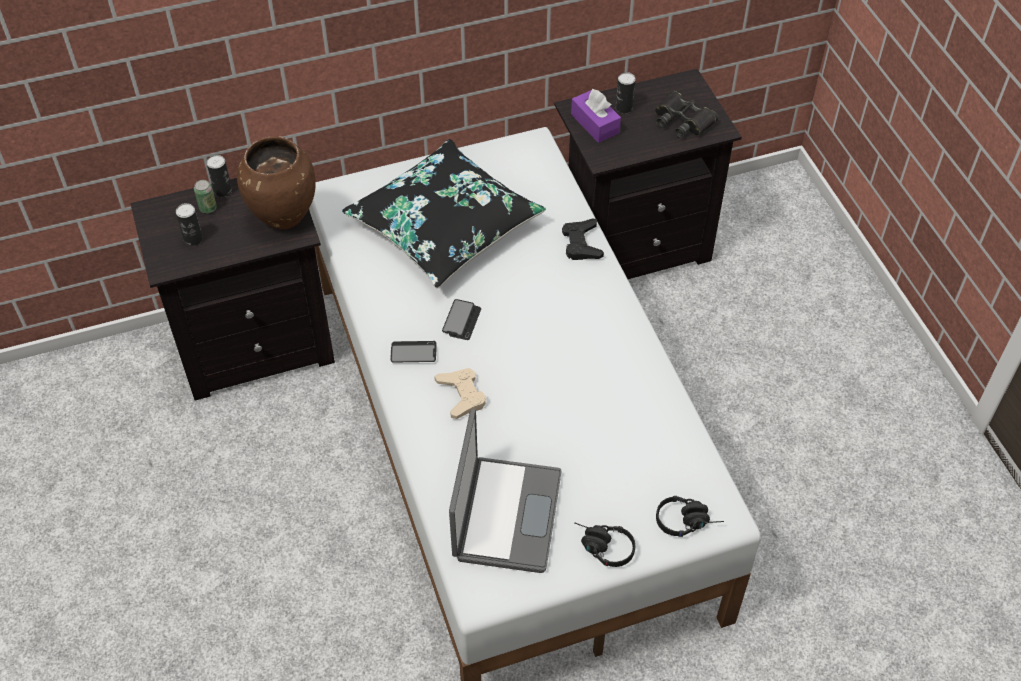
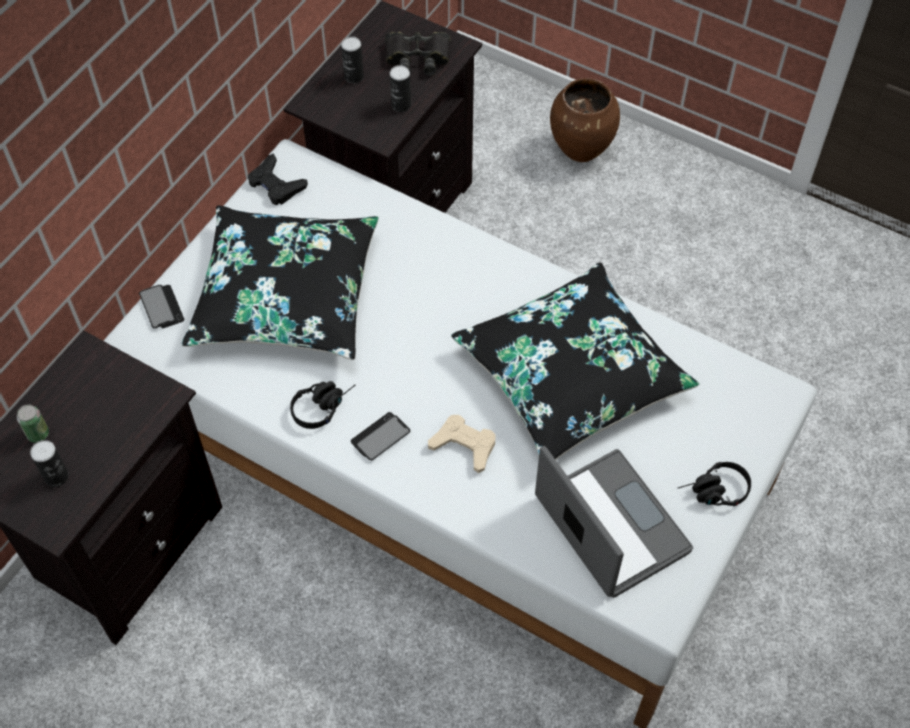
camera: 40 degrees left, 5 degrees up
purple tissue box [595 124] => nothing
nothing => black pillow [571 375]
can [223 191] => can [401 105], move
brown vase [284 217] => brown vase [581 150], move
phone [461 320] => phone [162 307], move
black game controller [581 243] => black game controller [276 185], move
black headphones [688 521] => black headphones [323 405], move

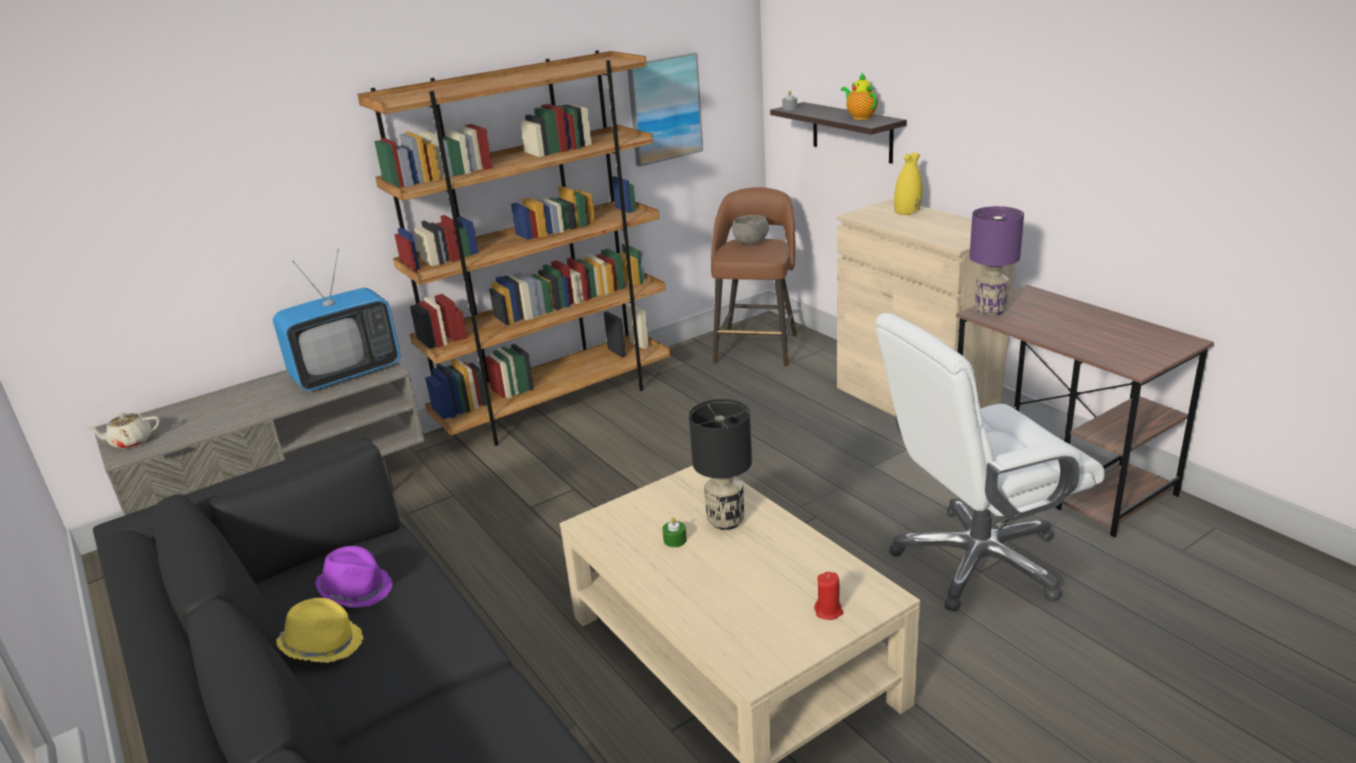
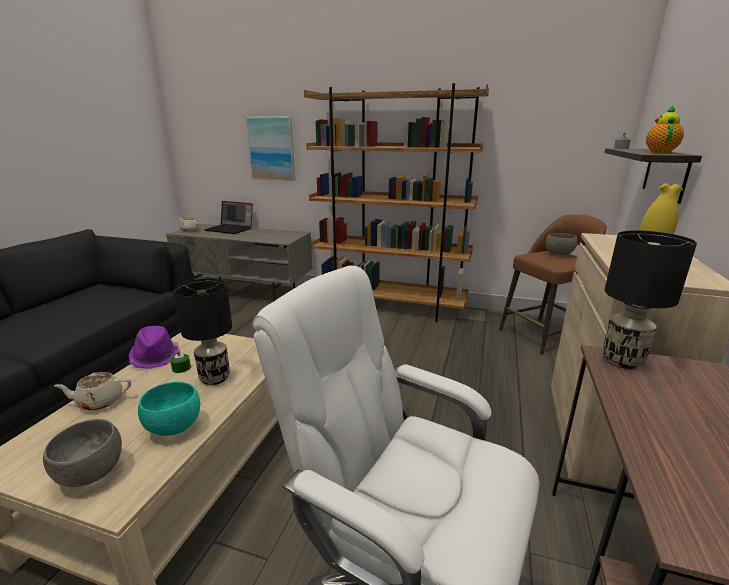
camera: 50 degrees right, 5 degrees down
television [346 373] => nothing
yellow hat [323 645] => nothing
nothing => beige teapot [99 401]
nothing => turquoise bowl [175 427]
nothing => laptop [230 229]
purple hat [356 590] => purple hat [155 356], move
picture [664 109] => picture [271 148], move
red candle [829 611] => grey bowl [90 473]
purple table lamp [989 311] => black table lamp [621 360]

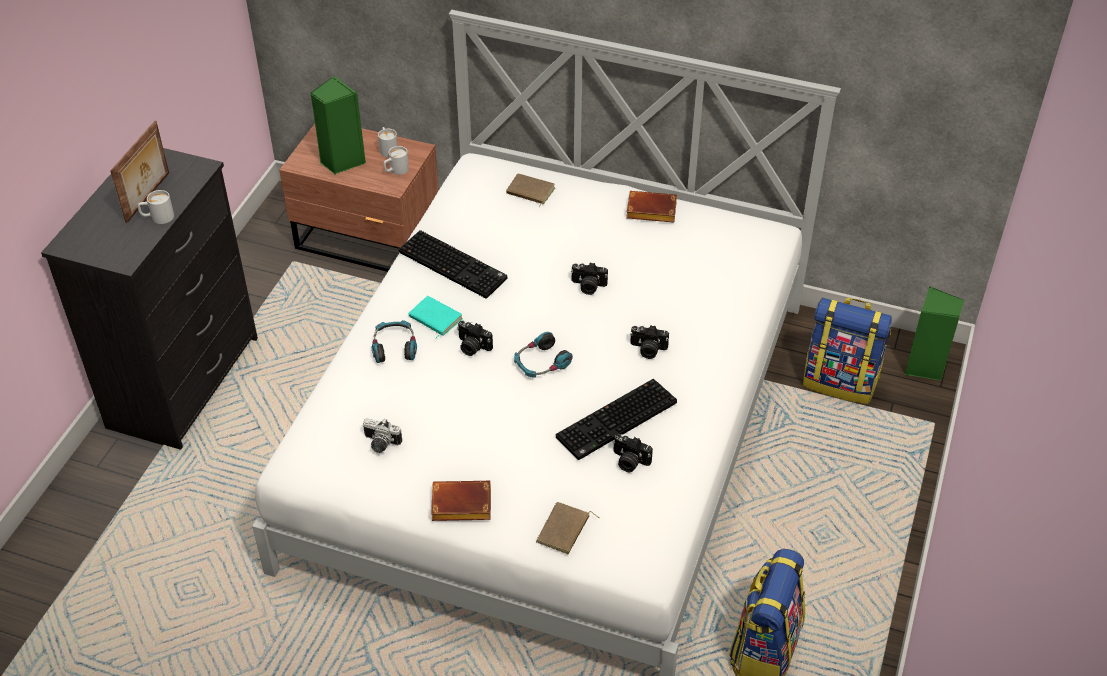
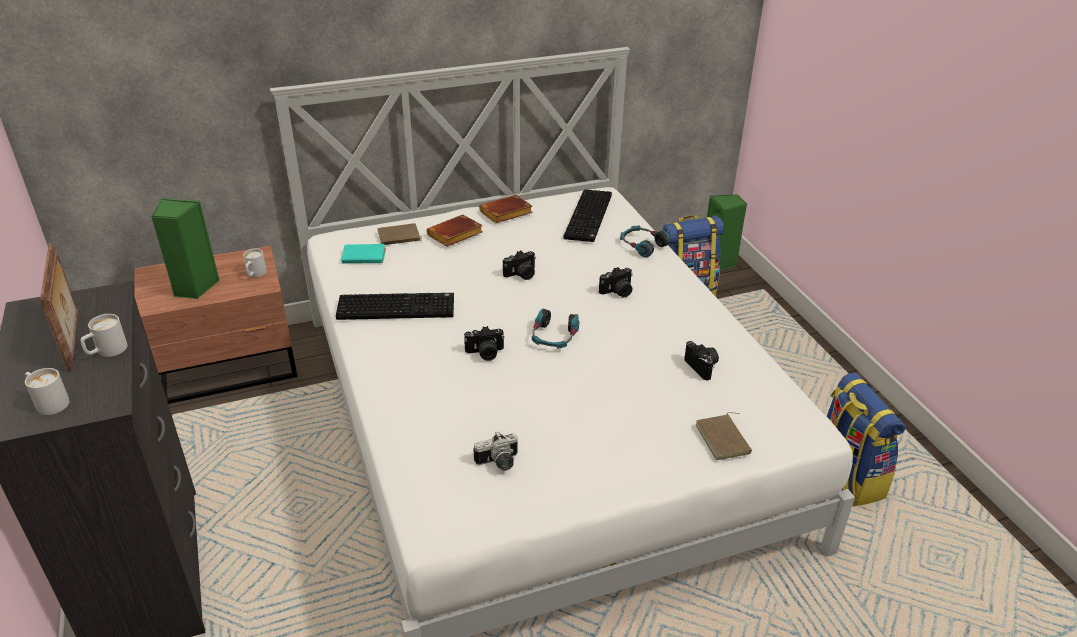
camera: 40 degrees left, 10 degrees down
headphones [394 347] => headphones [642 245], move
white mug [387 148] => white mug [48 402], move
turquoise book [434 319] => turquoise book [363 257], move
brown book [459 506] => brown book [454 236], move
keyboard [617 422] => keyboard [590 217], move
photo camera [629 461] => photo camera [702 367], 105 degrees counterclockwise

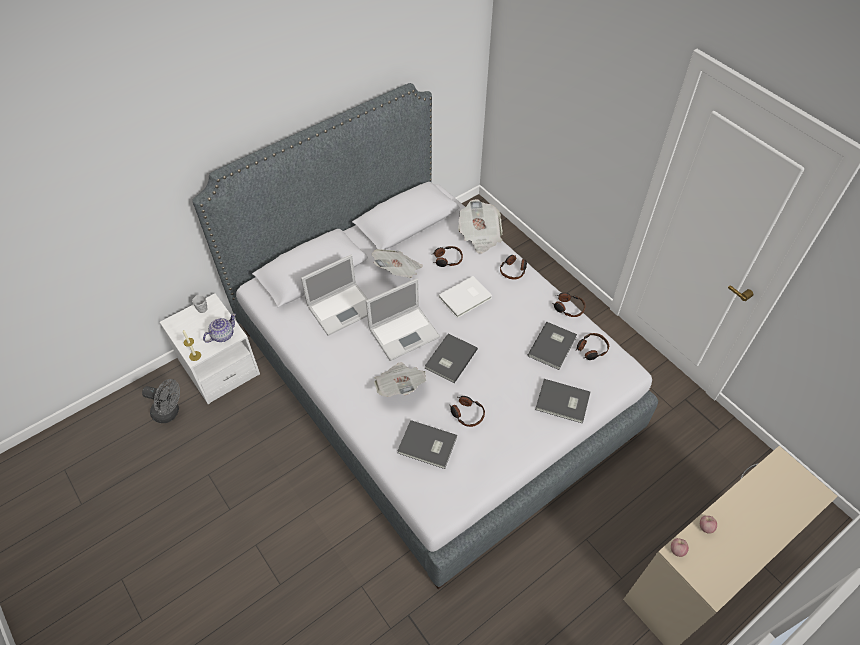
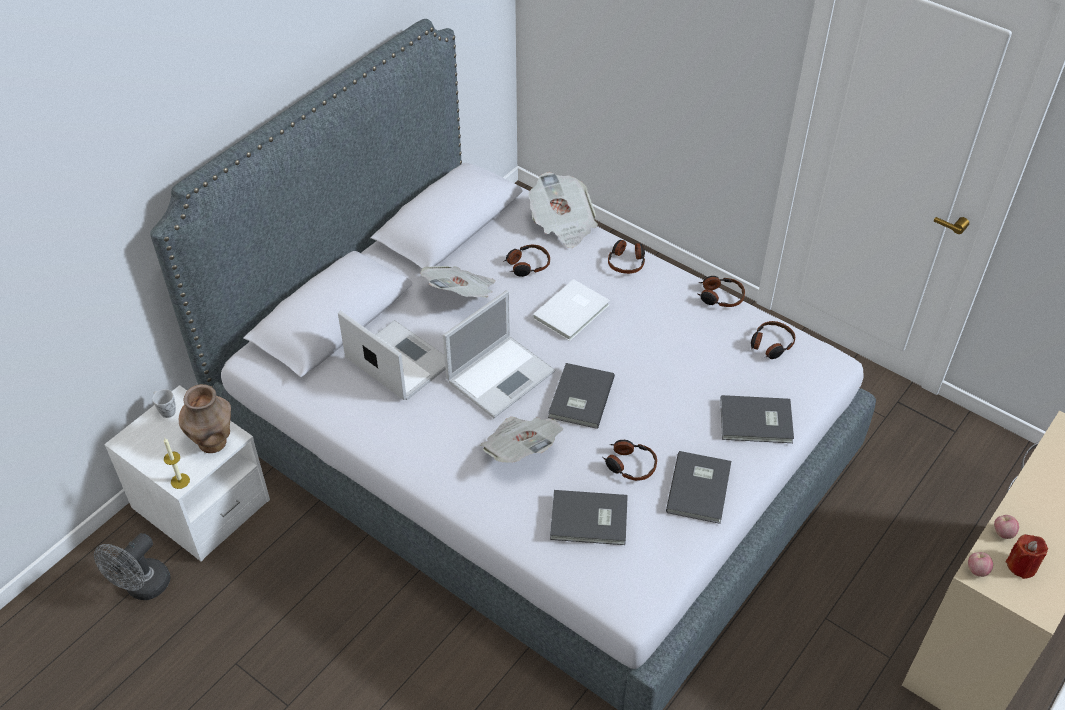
camera: 15 degrees left, 5 degrees down
nothing => red candle [1021 565]
grey book [553 346] => grey book [701 488], move
teapot [222 335] => brown vase [213 443]
grey fan [170 412] => grey fan [143 588], 120 degrees clockwise
laptop [342 308] => laptop [397 361], 90 degrees counterclockwise

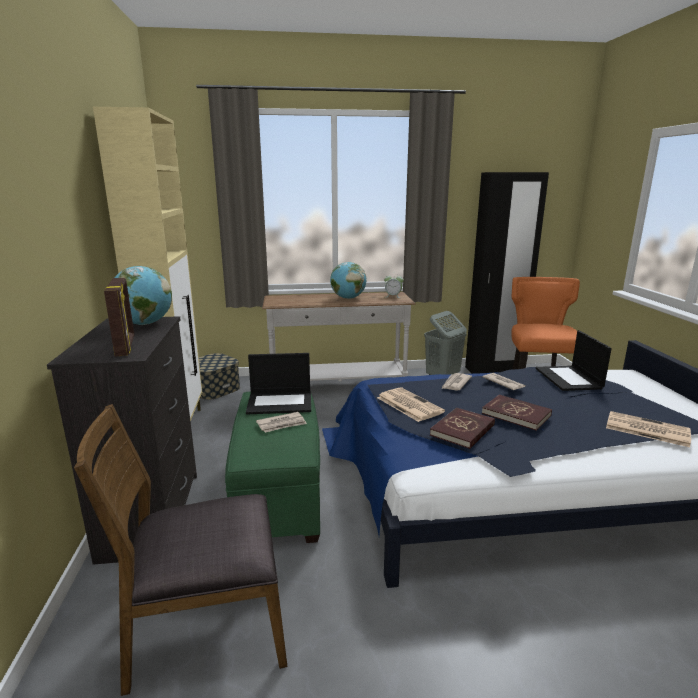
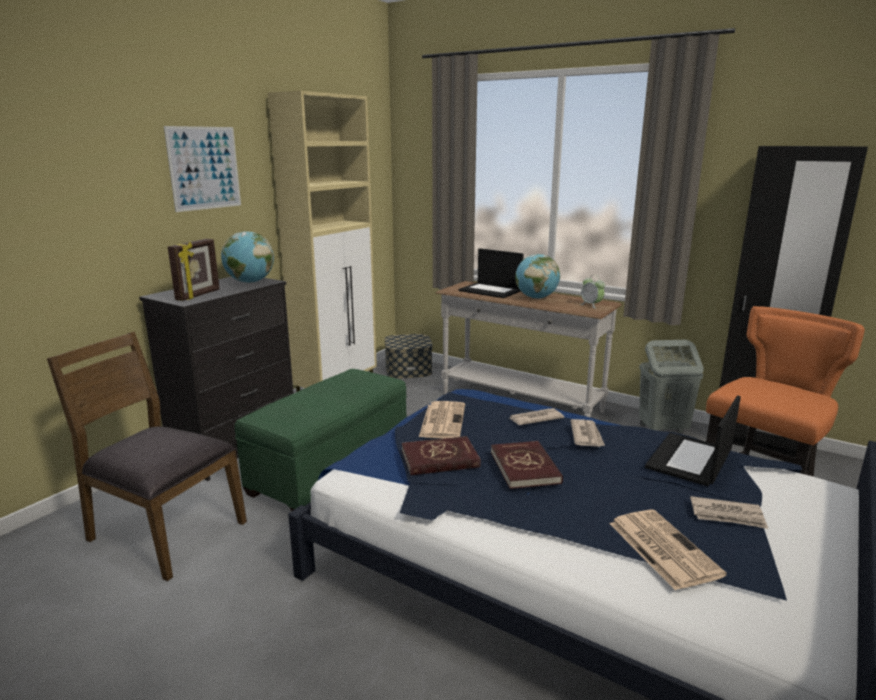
camera: 40 degrees right, 0 degrees up
nothing => picture [204 168]
laptop [280 402] => laptop [491 290], move
newspaper [282 424] => newspaper [727 515], move

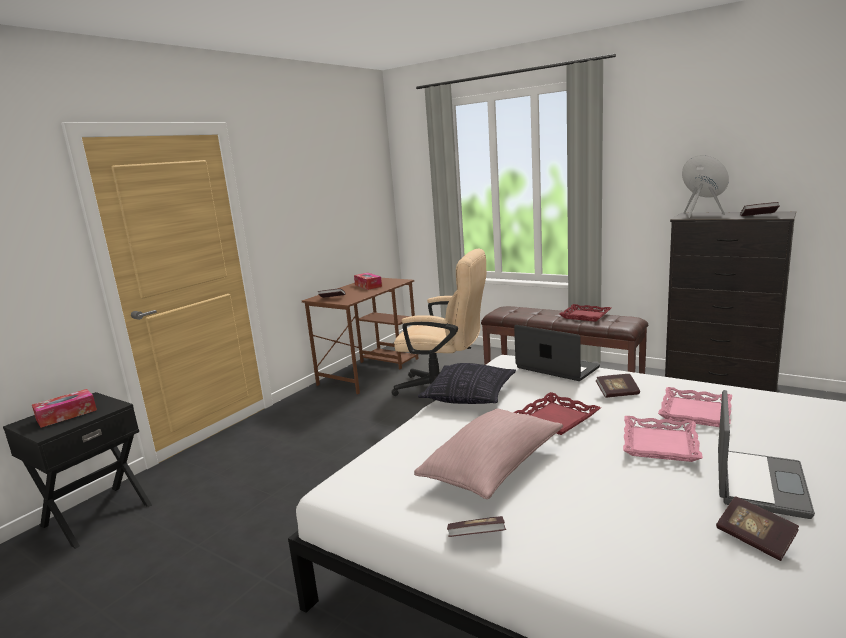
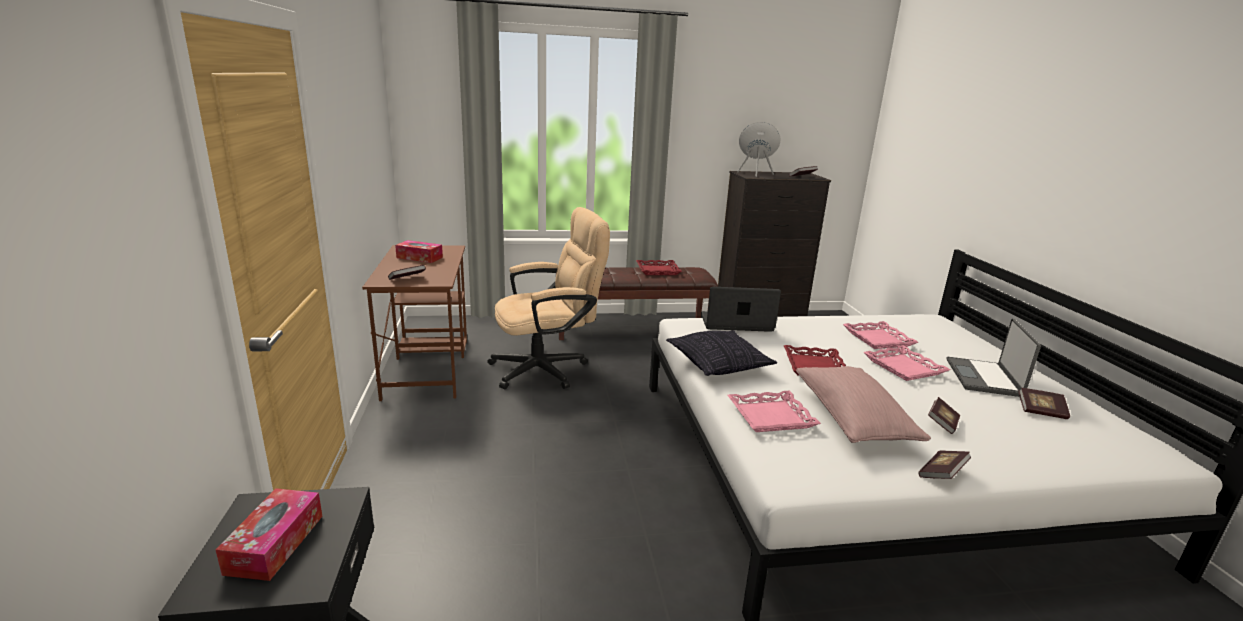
camera: 45 degrees left, 5 degrees up
nothing => pink tray [770 416]
book [617 393] => book [942 423], move
laptop [758 483] => laptop [984 378], 150 degrees counterclockwise

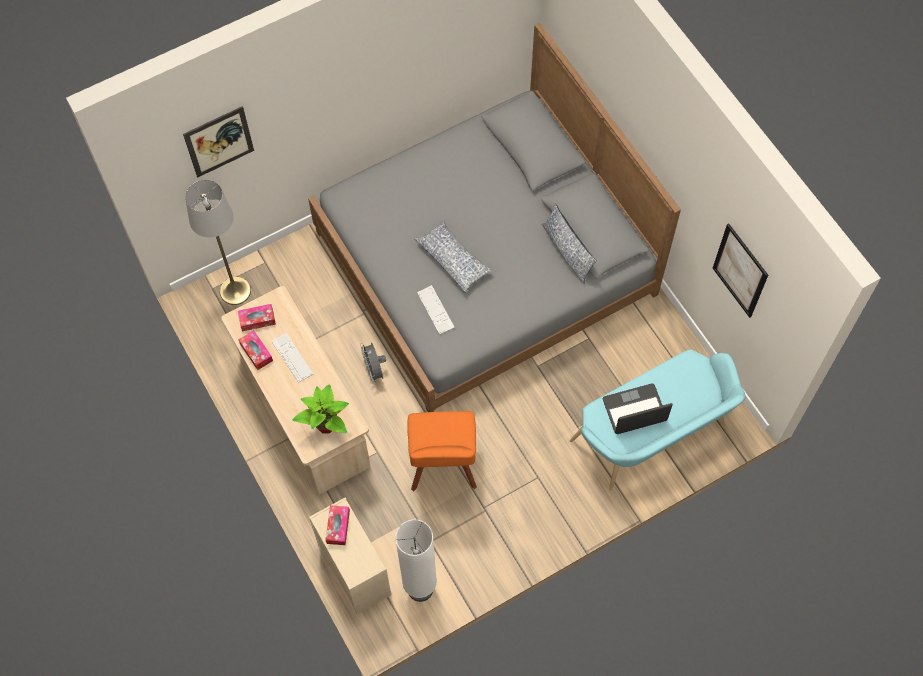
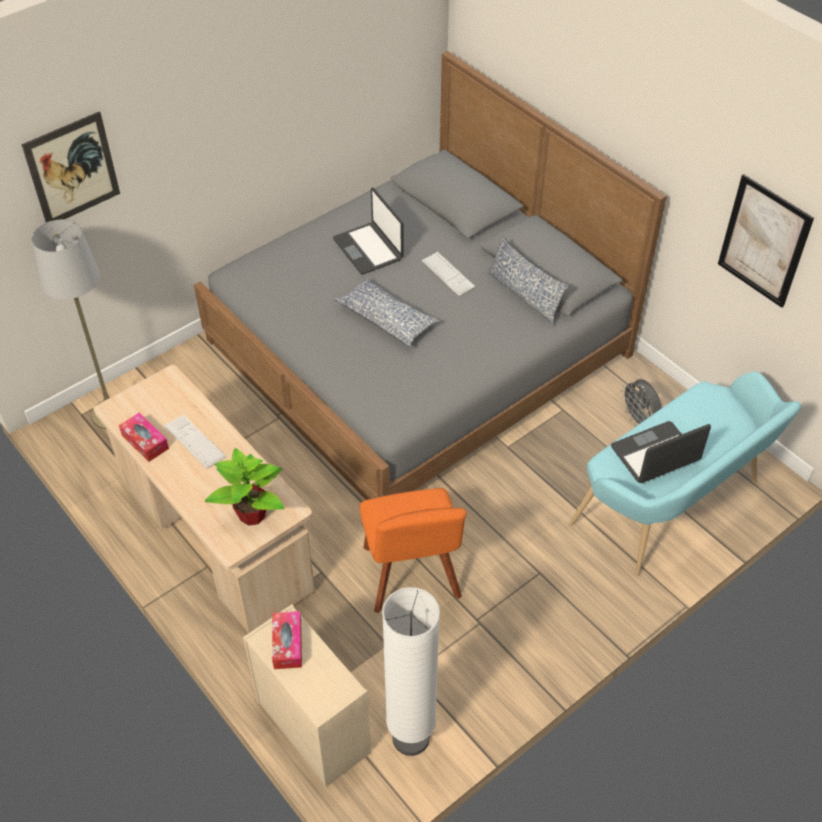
camera: 10 degrees left, 15 degrees down
tissue box [257 320] => nothing
nothing => laptop [369 249]
grey fan [374 371] => grey fan [639 420], move
keyboard [435 310] => keyboard [448 274], move

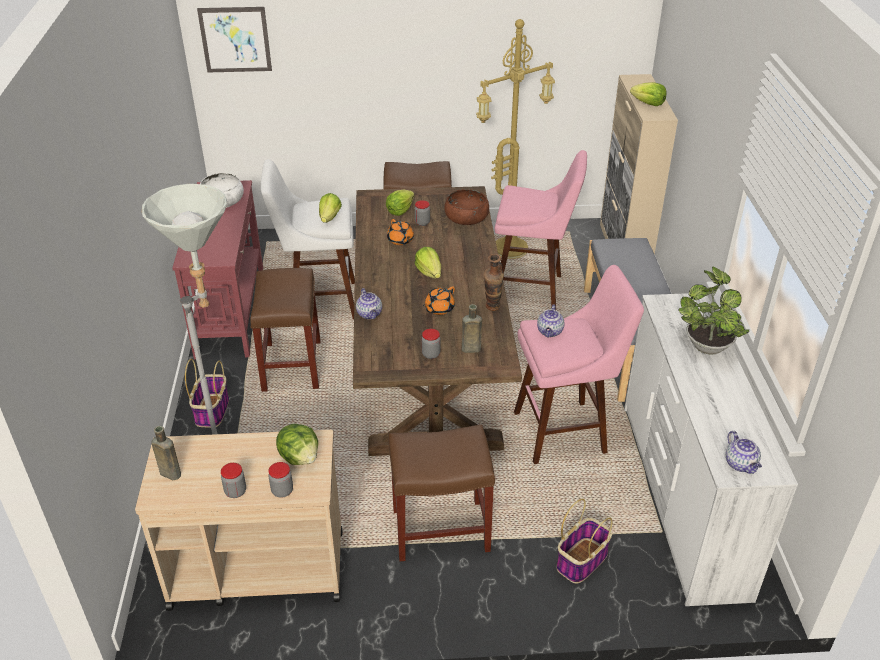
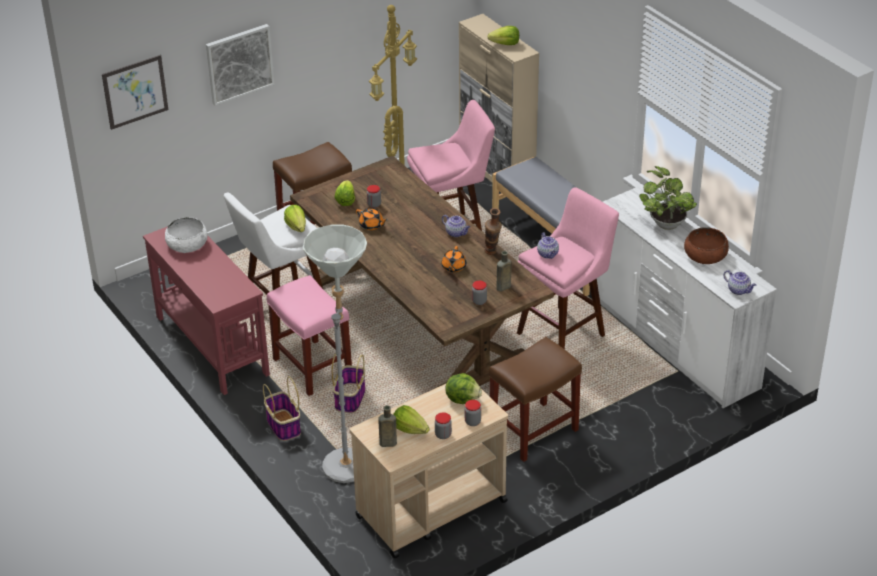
camera: 30 degrees left, 0 degrees up
nothing => picture [239 64]
teapot [370 314] => teapot [456 233], move
lettuce [429 273] => lettuce [410 429], move
brown bowl [466 217] => brown bowl [705 255], move
basket [582 560] => basket [350 398], move
brown stool [291 365] => pink stool [311 367]

